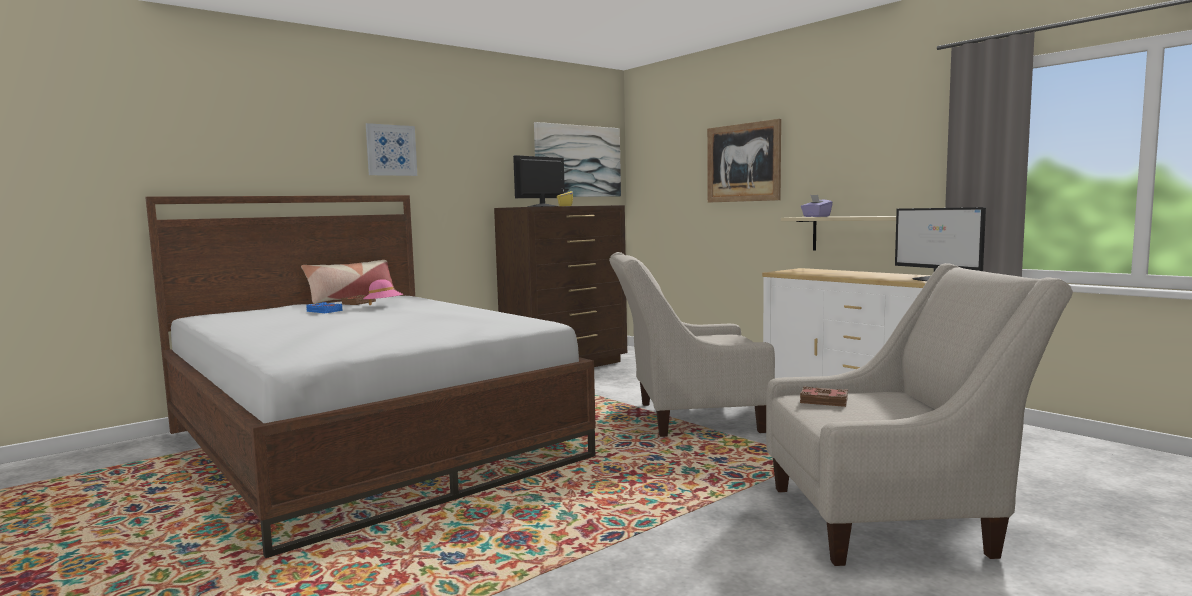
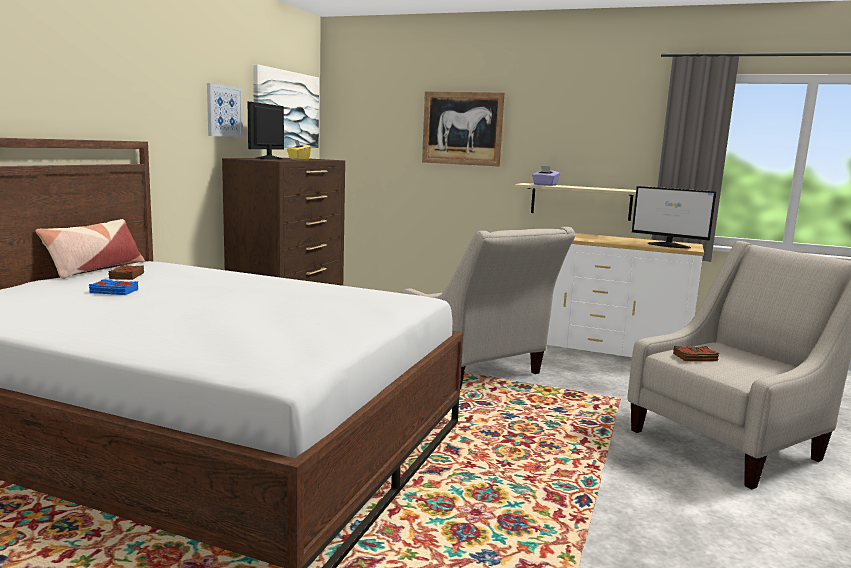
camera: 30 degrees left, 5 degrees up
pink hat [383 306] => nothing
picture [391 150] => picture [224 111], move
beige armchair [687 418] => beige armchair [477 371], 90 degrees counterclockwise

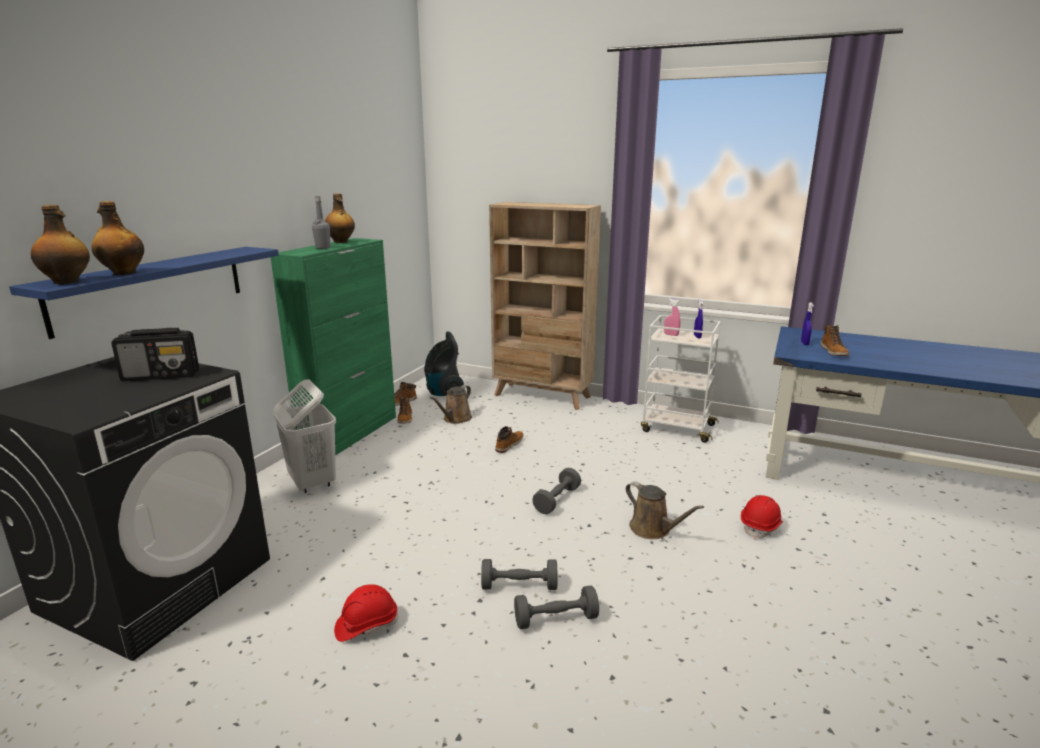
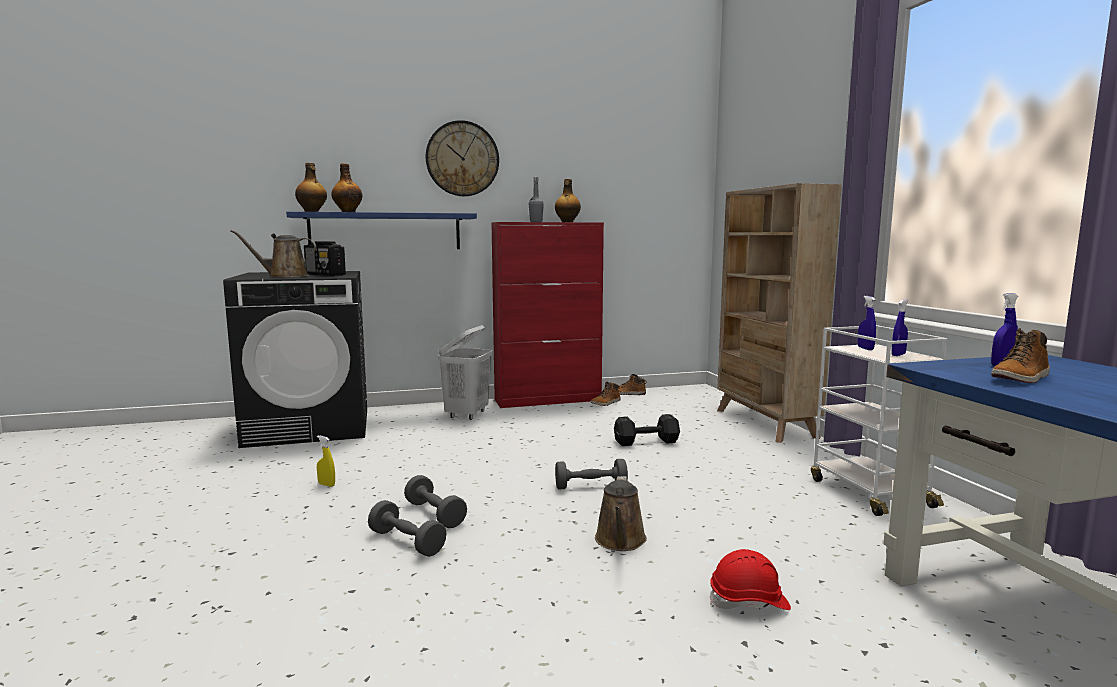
camera: 50 degrees right, 10 degrees down
vacuum cleaner [443 392] => nothing
nothing => wall clock [462 159]
brown watering can [455 419] => brown watering can [284 276], move
red hard hat [366 625] => yellow spray bottle [326 485]
boot [509 445] => black dumbbell [644 442]
green cabinet [350 434] => red cabinet [548 400]
pink spray bottle [671 335] => blue spray bottle [865 348]

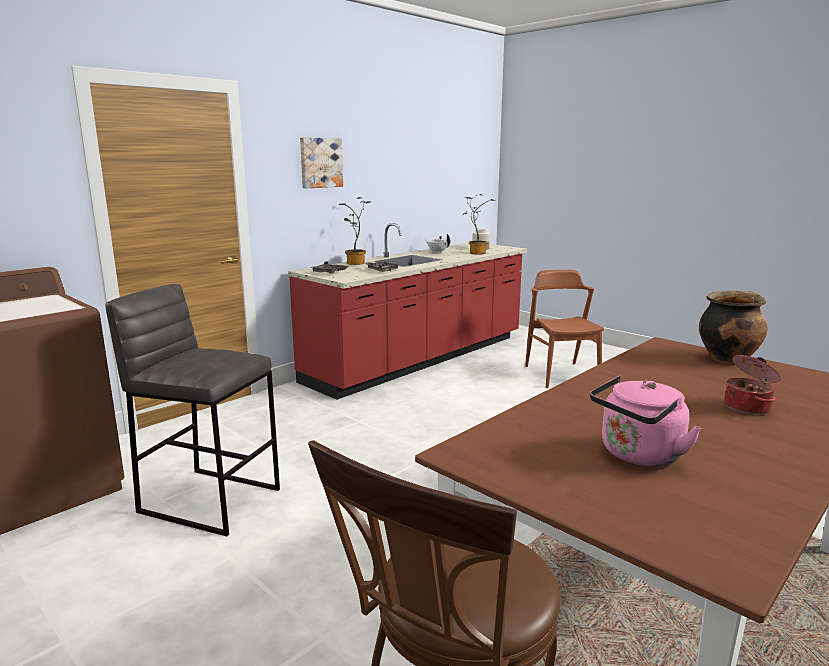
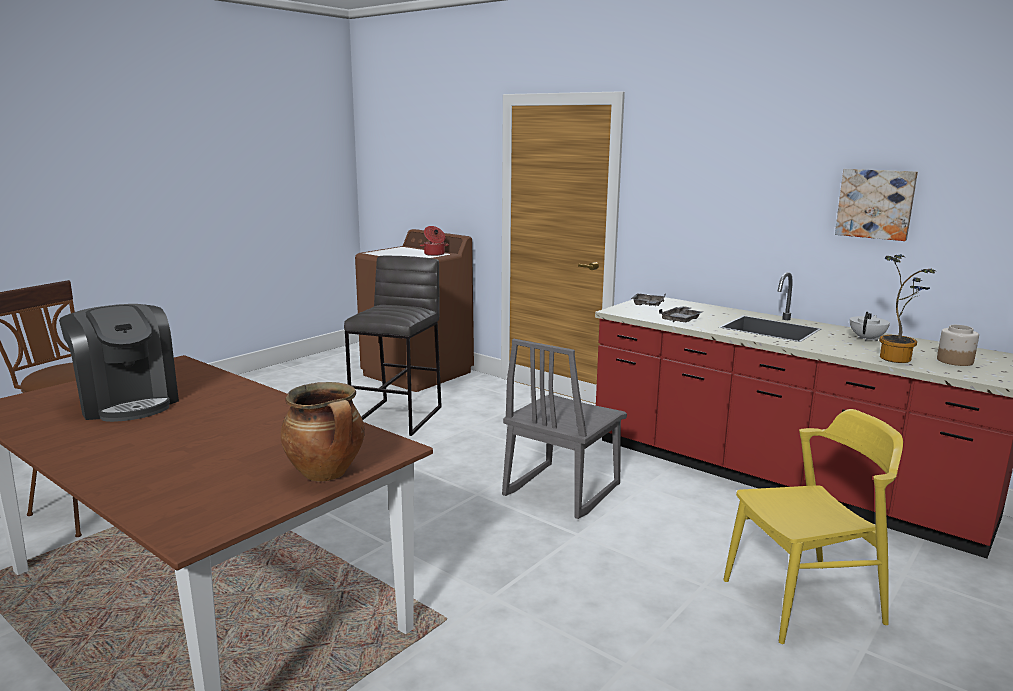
camera: 85 degrees right, 0 degrees up
potted plant [355 263] => nothing
nothing => grey chair [560 490]
picture [320 162] => picture [875 204], move
cooking pot [748 407] => cooking pot [434 254], move
pink kettle [638 455] => coffee machine [128 402]
brown chair [561 375] => yellow chair [803 601]

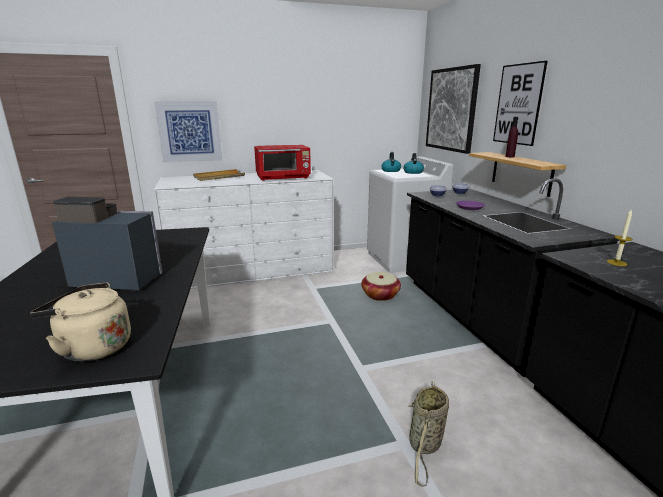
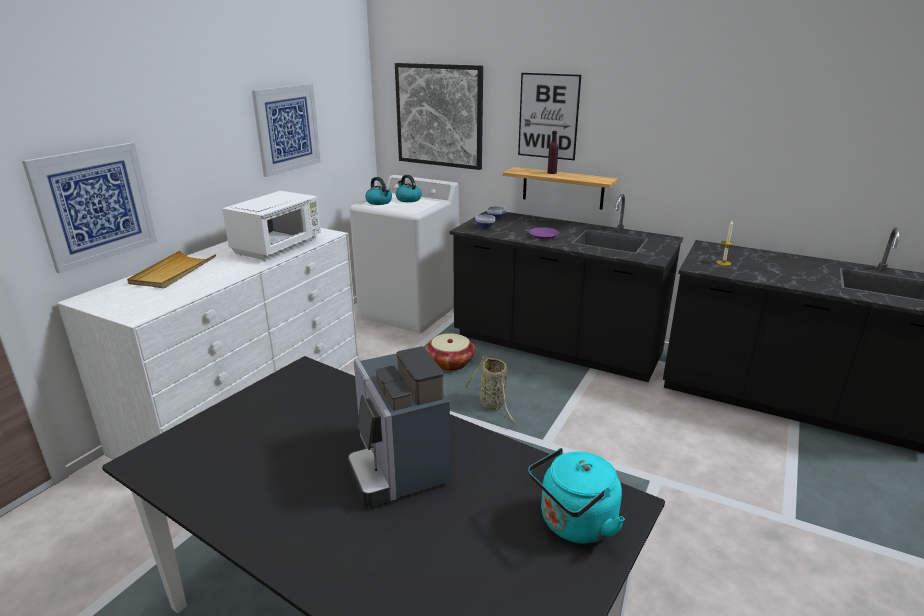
camera: 45 degrees left, 5 degrees up
nothing => picture [287 129]
basket [425 445] => basket [493 405], move
beige kettle [92 347] => turquoise kettle [574 525]
red microwave [283 177] => white microwave [279 247]
coffee machine [117 279] => coffee machine [397 466], 75 degrees counterclockwise

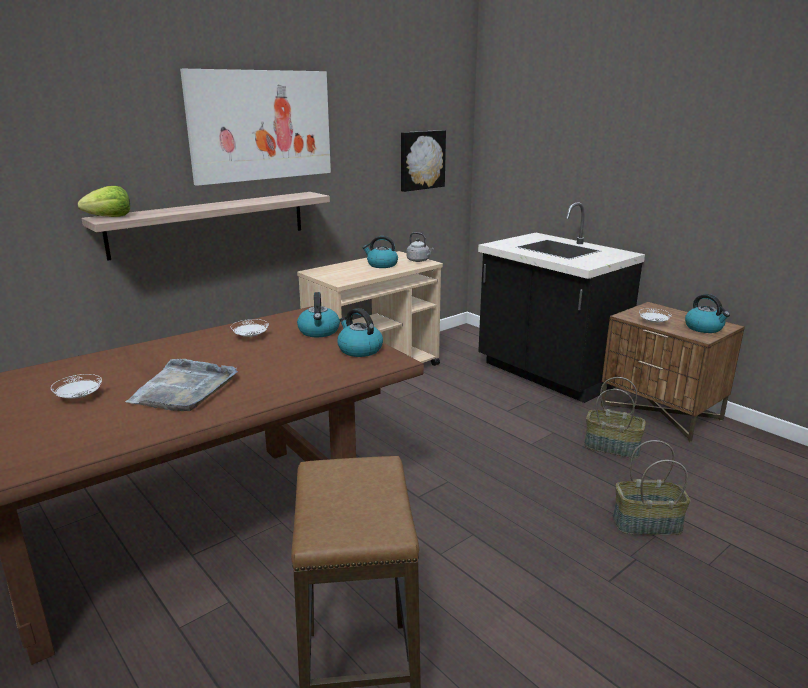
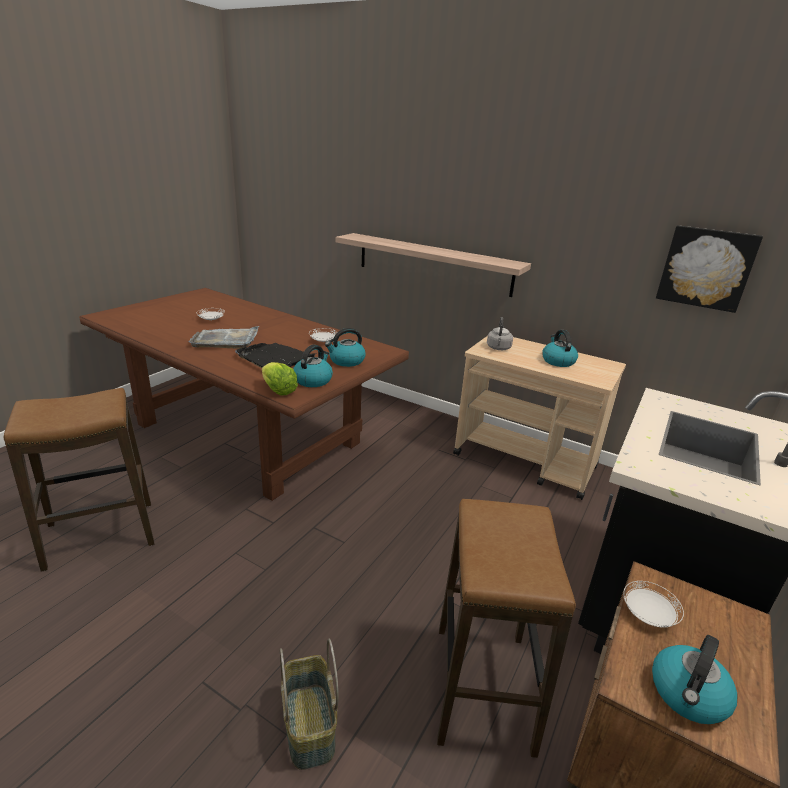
camera: 70 degrees right, 5 degrees up
picture [261 125] => nothing
nothing => black tray [275 358]
lettuce [110 217] => lettuce [278 390], move
grey kettle [419 260] => grey kettle [498 348], move
basket [612 447] => stool [483 687]

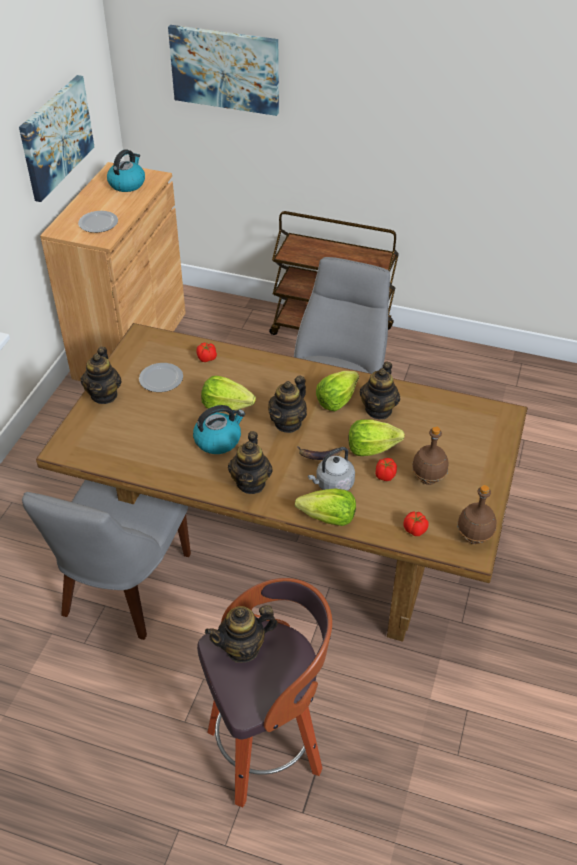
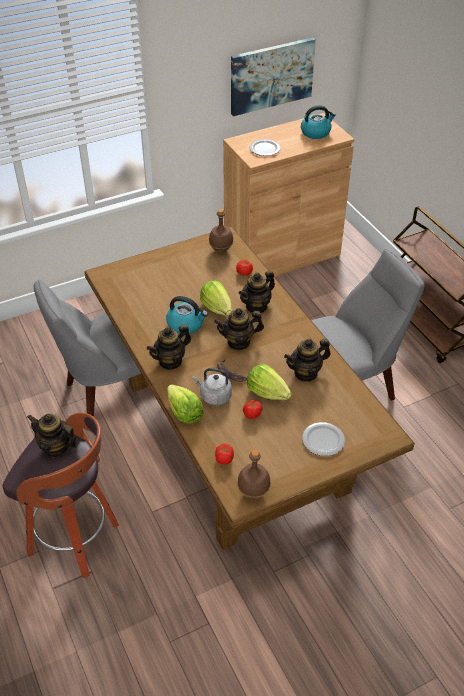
camera: 45 degrees right, 0 degrees up
picture [225 69] => nothing
lettuce [336 400] => nothing
teapot [104 395] => teapot [256 306], move
plate [161 378] => plate [323 440], move
brown bottle [427 479] => brown bottle [220 250], move

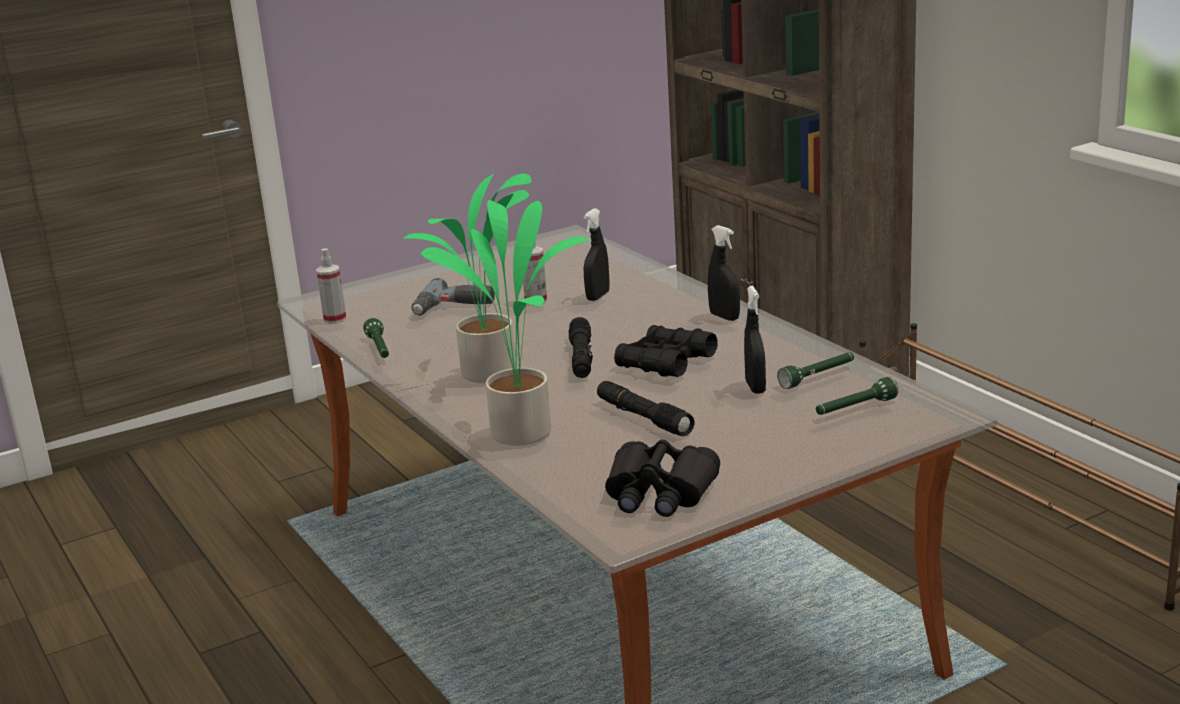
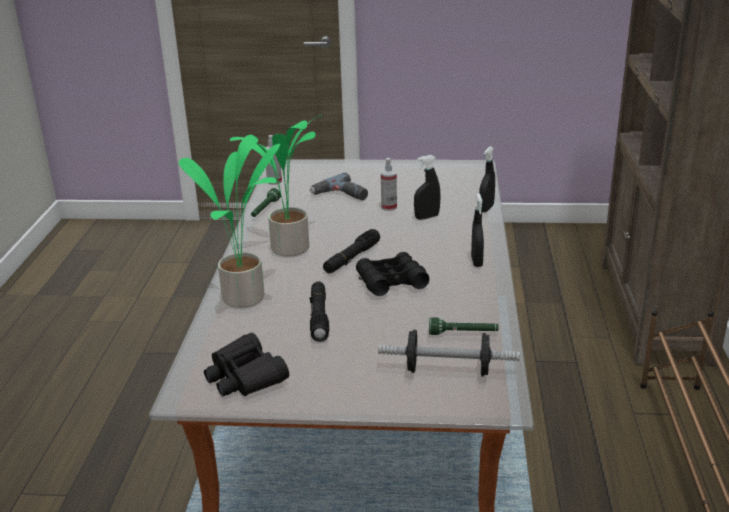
camera: 35 degrees right, 5 degrees up
black spray bottle [755 387] => black spray bottle [486 208], move
green flashlight [855 409] => dumbbell [448 370]

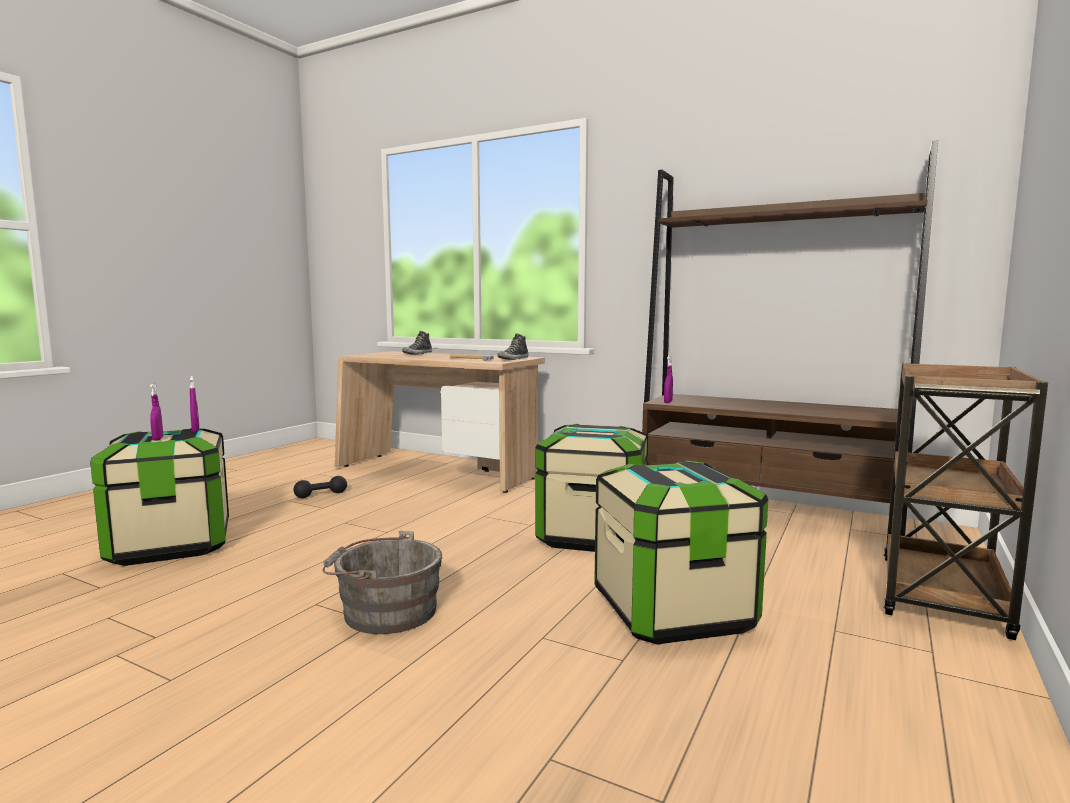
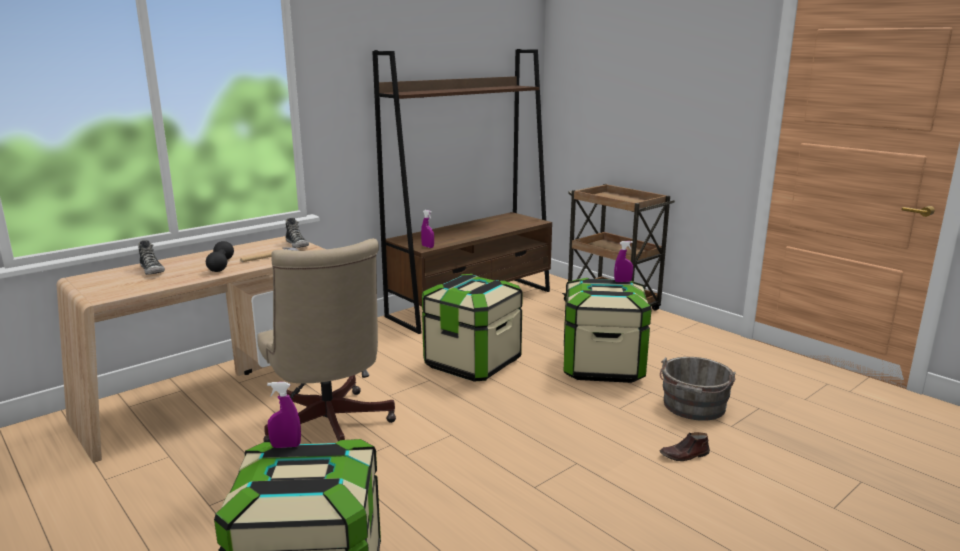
camera: 70 degrees left, 10 degrees up
nothing => beige office chair [329 428]
nothing => brown shoe [684 455]
purple spray bottle [158 439] => purple spray bottle [622 281], move
black dumbbell [321 495] => black dumbbell [221 265], move
grey bucket [385 611] => grey bucket [693 407], move

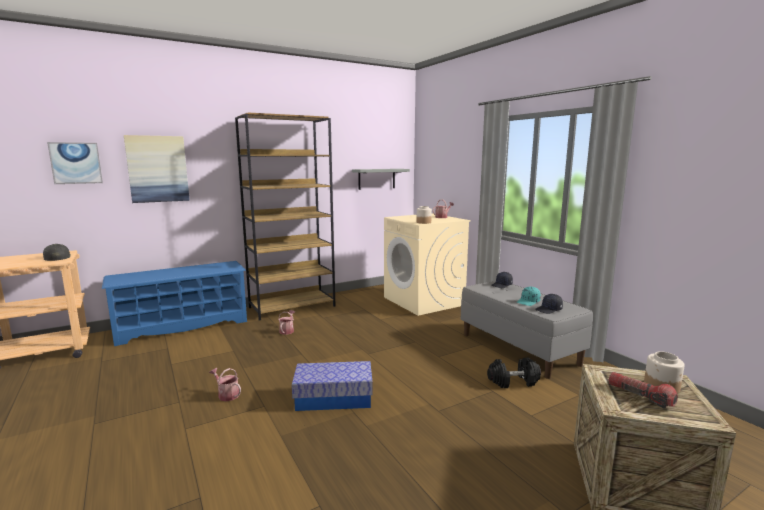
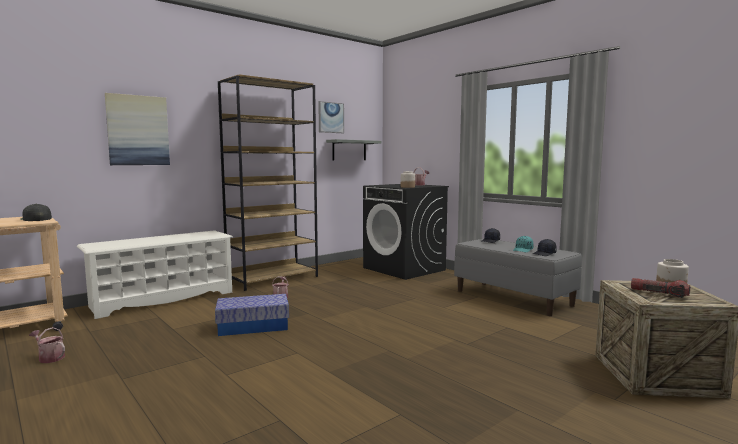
camera: 10 degrees left, 5 degrees down
black dumbbell [513 382] => nothing
picture [76 163] => picture [331 117], move
watering can [227 394] => watering can [49 358], move
storage box [333 398] => storage box [253 326], move
blue shoe rack [183 326] => white shoe rack [163 299]
beige washing machine [424 301] => black washing machine [404 269]

